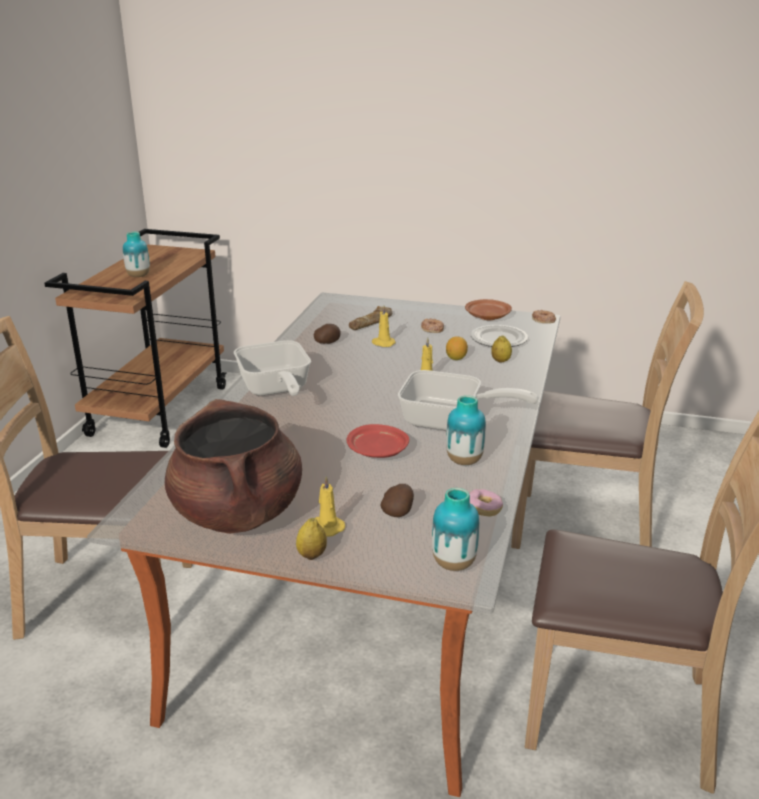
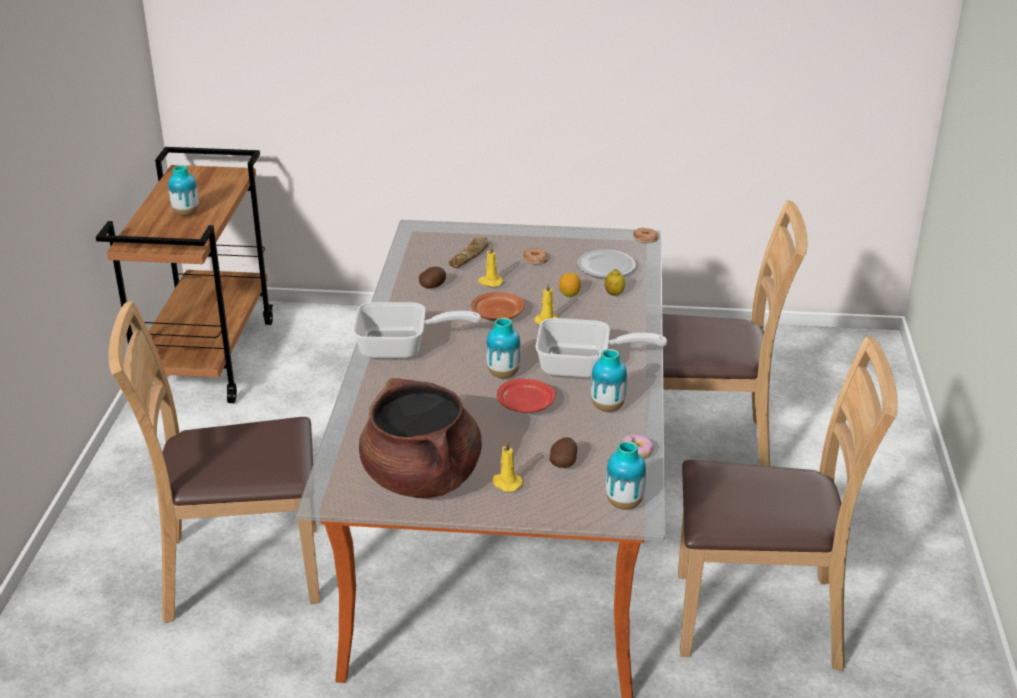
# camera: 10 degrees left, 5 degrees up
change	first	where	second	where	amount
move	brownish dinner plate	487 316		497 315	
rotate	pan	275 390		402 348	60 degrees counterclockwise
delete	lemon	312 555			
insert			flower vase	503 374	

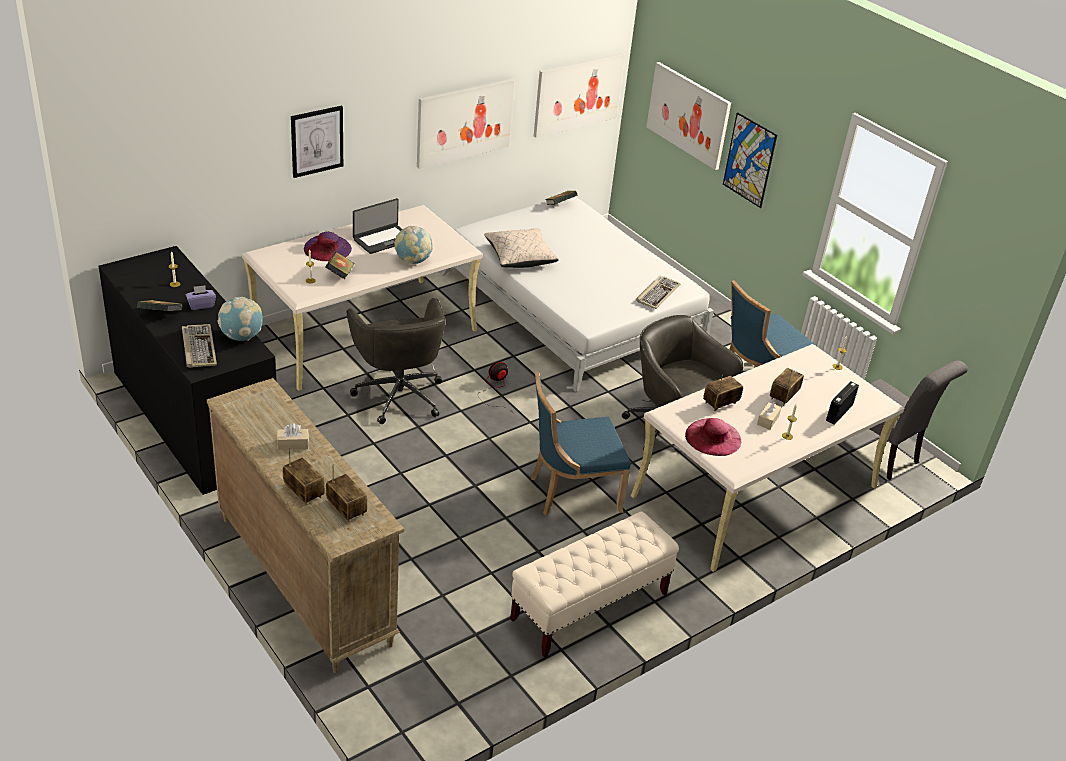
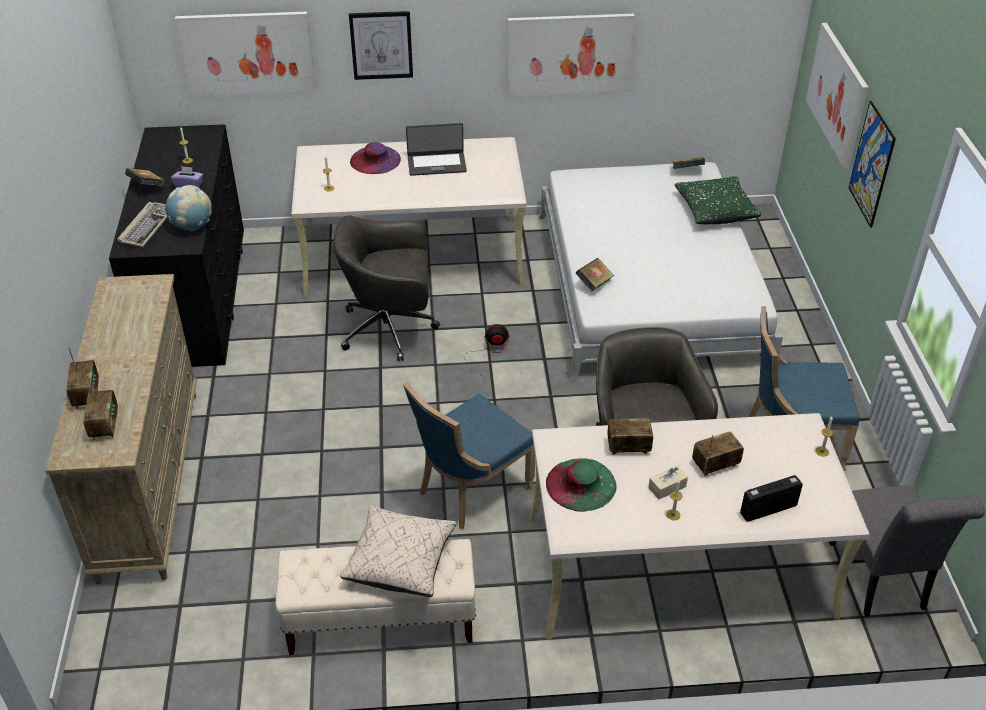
# camera: 35 degrees right, 5 degrees up
change	first	where	second	where	amount
move	wall art	578 94		247 53	
delete	desk globe	413 261			
move	beige pillow	520 257		400 561	
move	bound book	340 274		594 284	
delete	keyboard	657 294			
rotate	grey computer chair	399 394		390 329	75 degrees clockwise
rotate	blue upright chair	571 492		470 490	60 degrees counterclockwise
recolor	pink hat	713 437	greenish hat	581 484	
delete	beige tissue holder	293 444			
insert			greenish pillow	715 211	

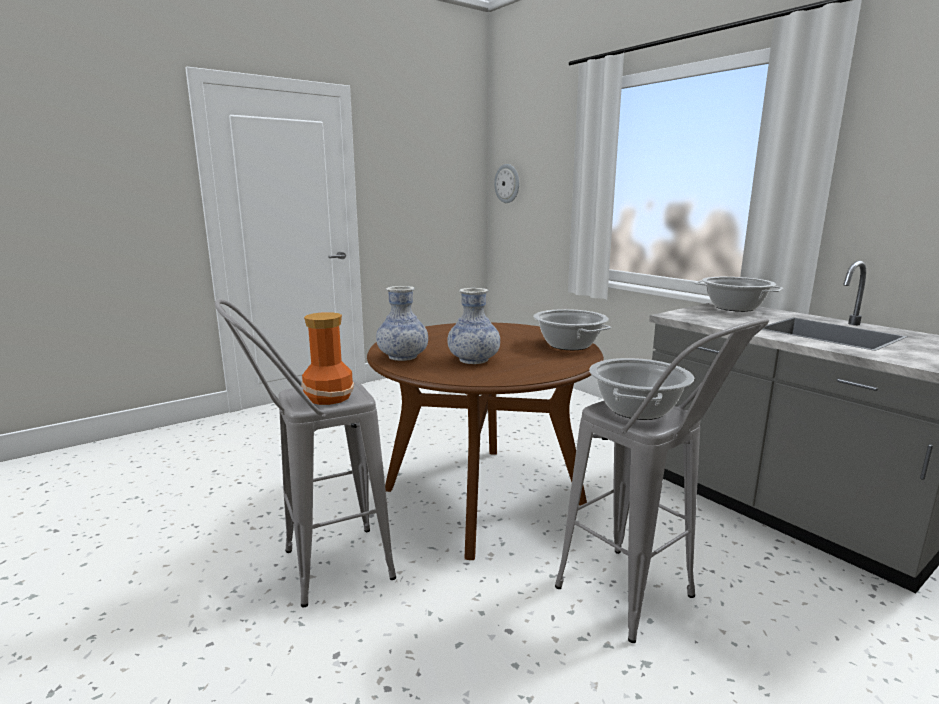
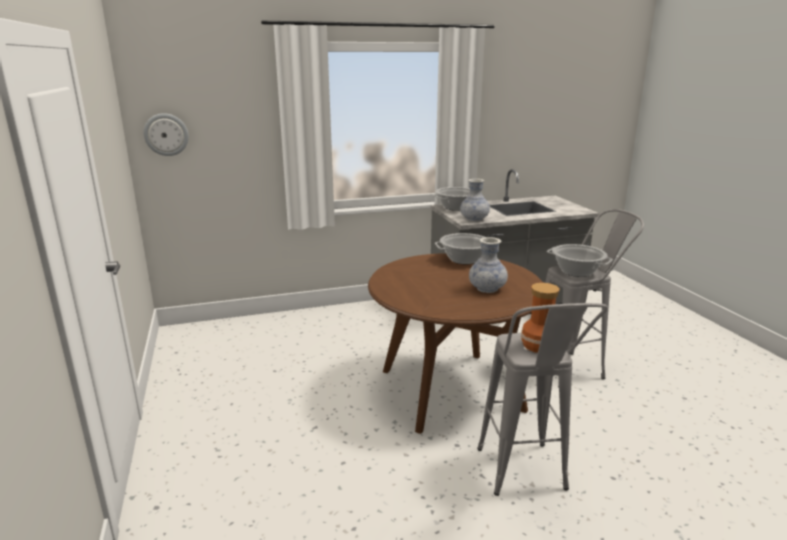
# camera: 70 degrees left, 5 degrees up
change	first	where	second	where	amount
move	flower vase	403 357		474 219	

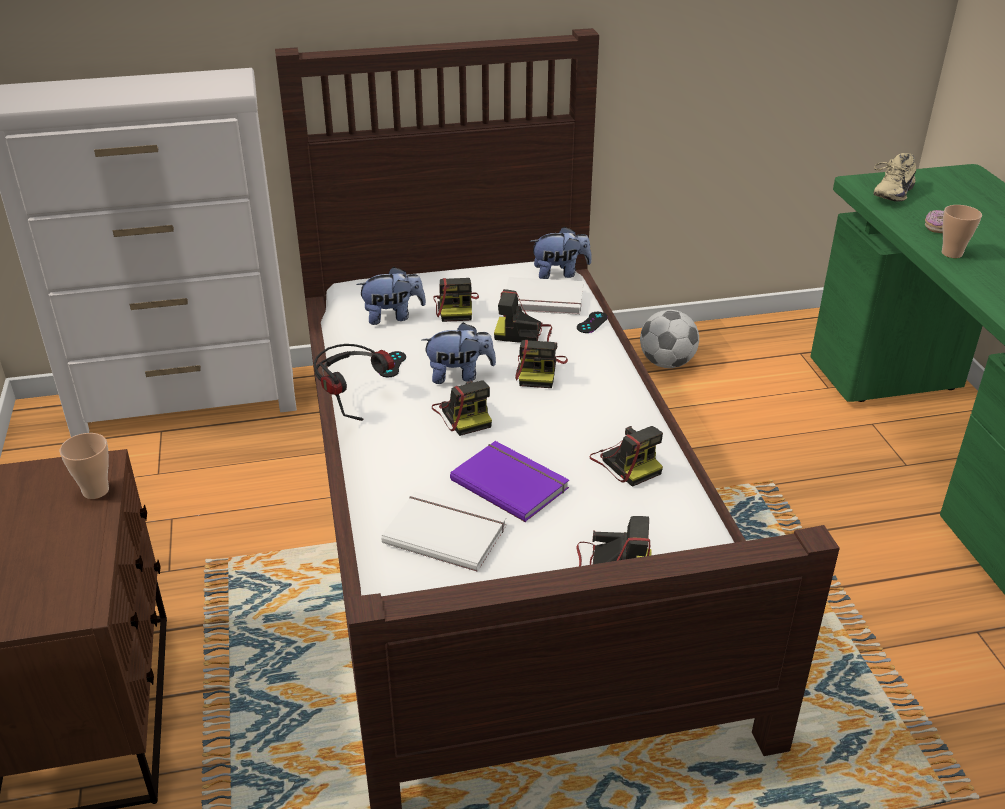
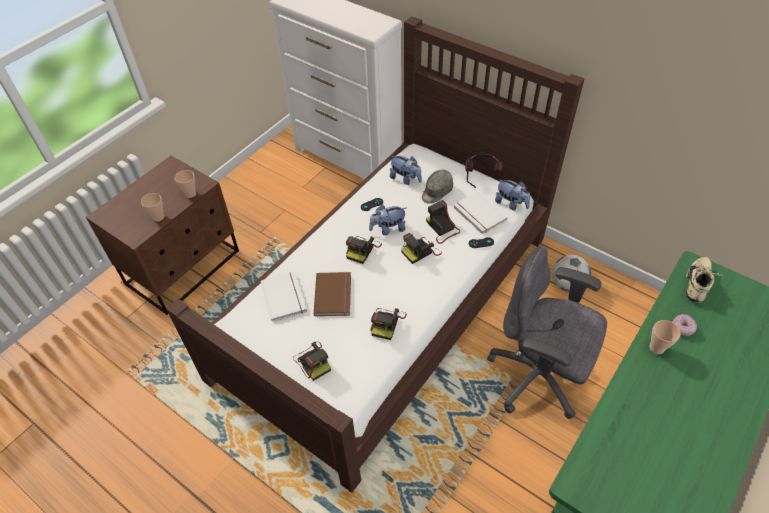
# camera: 50 degrees right, 15 degrees up
change	first	where	second	where	amount
rotate	beige low shoe	890 193		699 284	120 degrees clockwise
replace	photo camera	456 307	grey peaked cap	436 192	
rotate	cuddly toy	459 375		388 229	120 degrees clockwise
move	headset	352 401		481 176	
recolor	purple-coloured bound book	511 482	brownish bound book	334 295	
insert			drinking cup	158 217	
insert			grey computer chair	538 377	

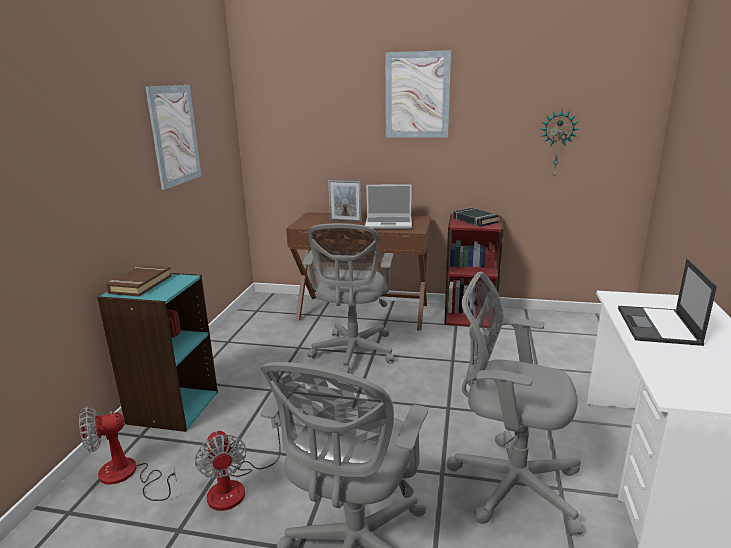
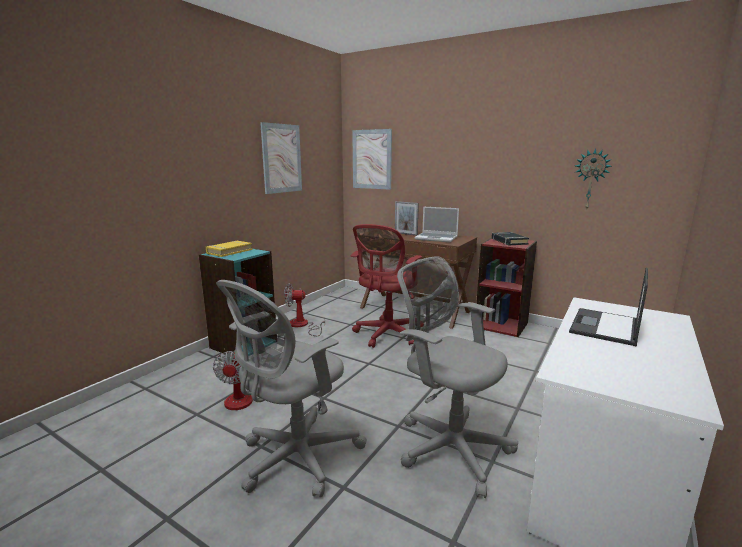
# camera: 20 degrees right, 5 degrees down
change	first	where	second	where	amount
move	wall art	417 95		372 159	
recolor	grey computer chair	352 354	reddish computer chair	387 335	
recolor	brownish bound book	140 284	yellowish bound book	229 251	
move	cooling fan	127 476		302 325	

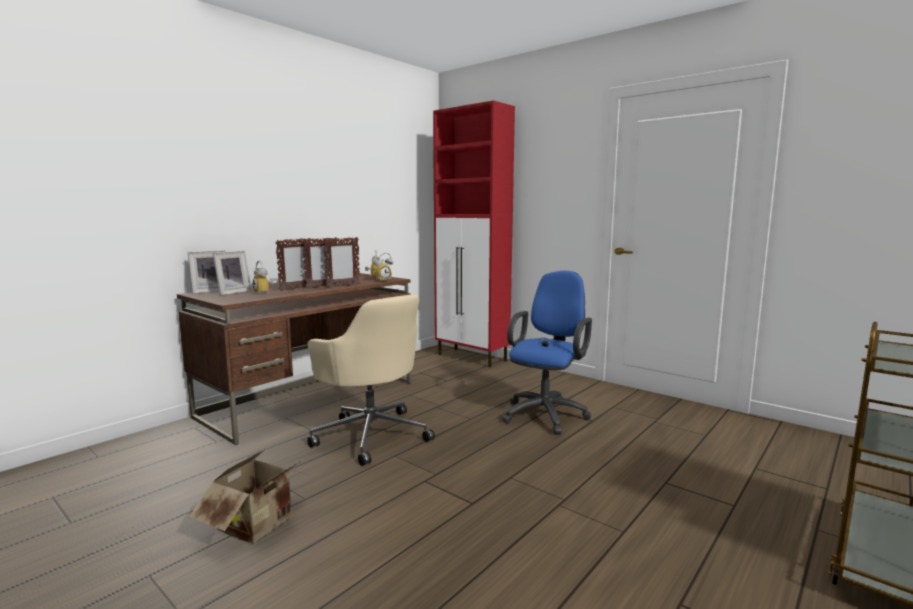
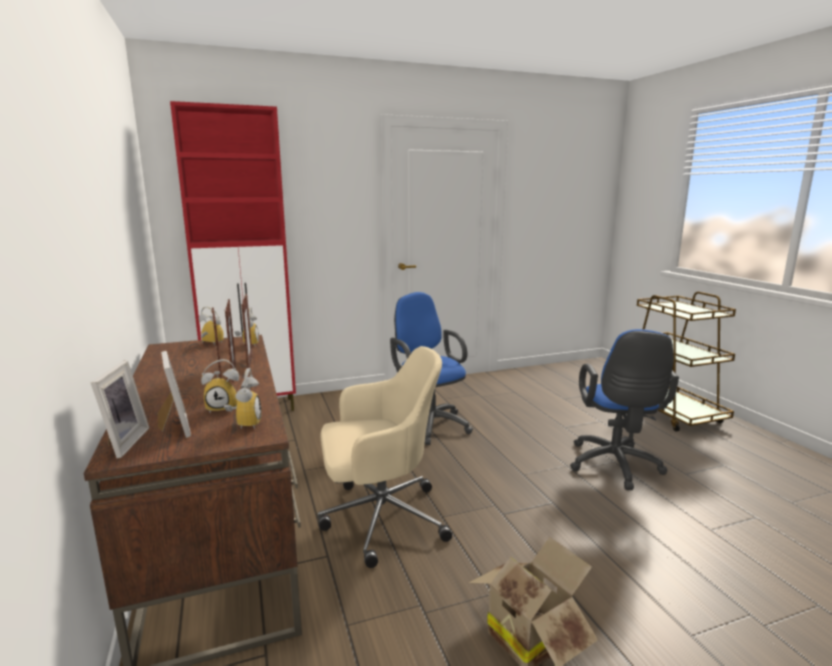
# camera: 60 degrees left, 5 degrees up
change	first	where	second	where	amount
insert			blue computer chair	615 467	
insert			bedside clock	245 424	

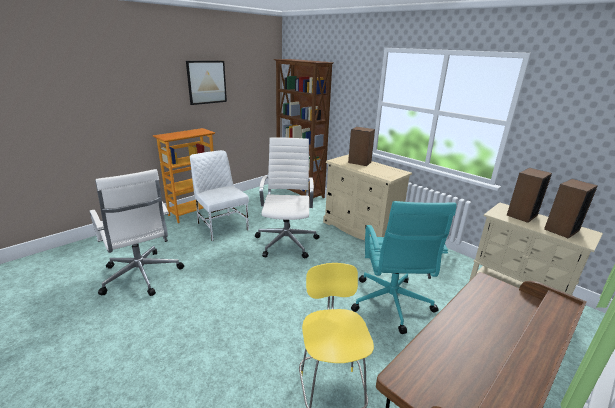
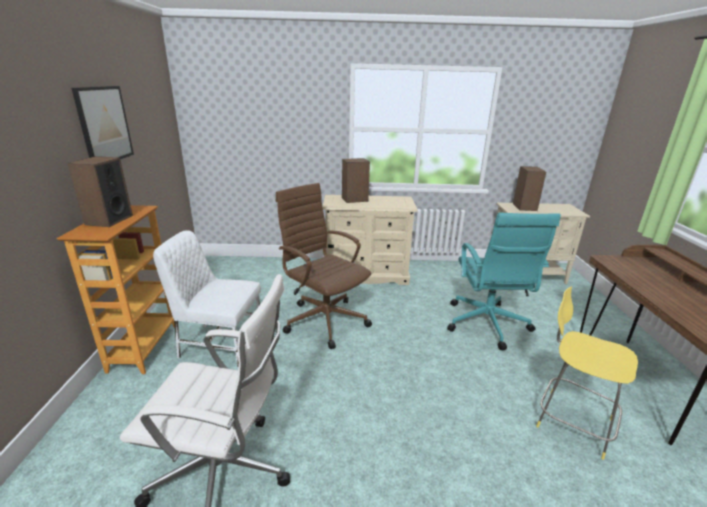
# camera: 45 degrees left, 0 degrees up
change	first	where	second	where	amount
delete	brownish bookshelf	300 193			
recolor	white-coloured computer chair	287 241	brownish computer chair	324 320	
move	speaker	561 230		109 220	
rotate	turquoise computer chair	391 304		487 325	45 degrees clockwise

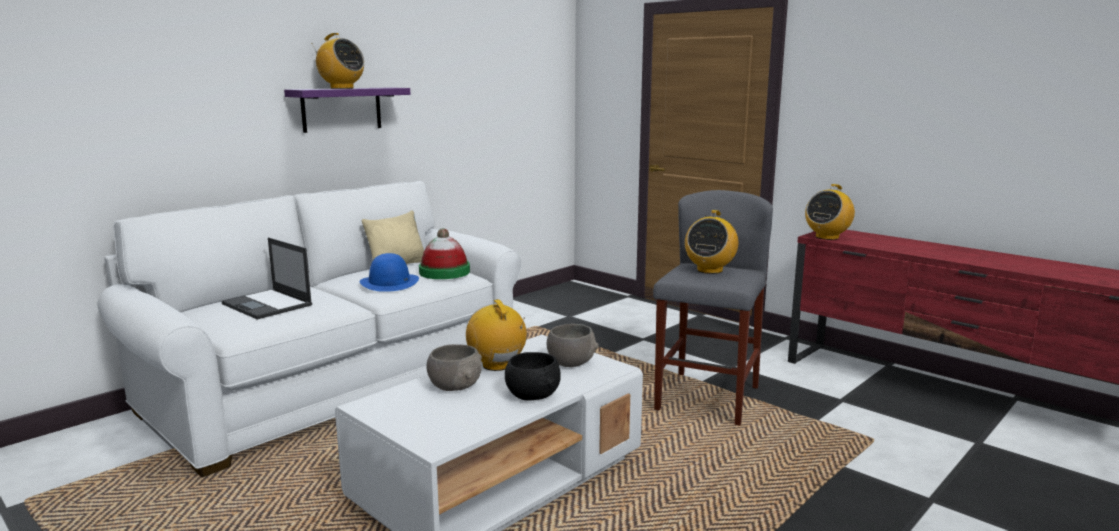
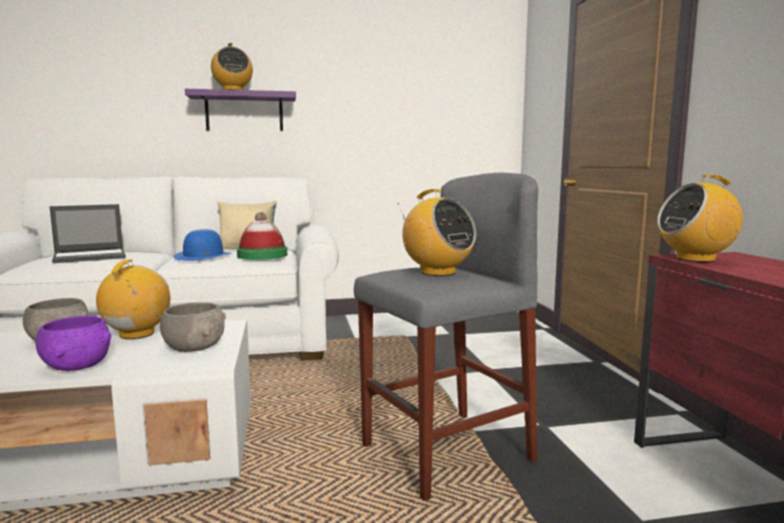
# camera: 35 degrees right, 5 degrees down
change	first	where	second	where	amount
rotate	radio receiver	709 270		437 272	105 degrees counterclockwise
rotate	notebook computer	268 304		91 256	105 degrees counterclockwise
recolor	blackish serving bowl	533 395	purple-coloured serving bowl	78 366	

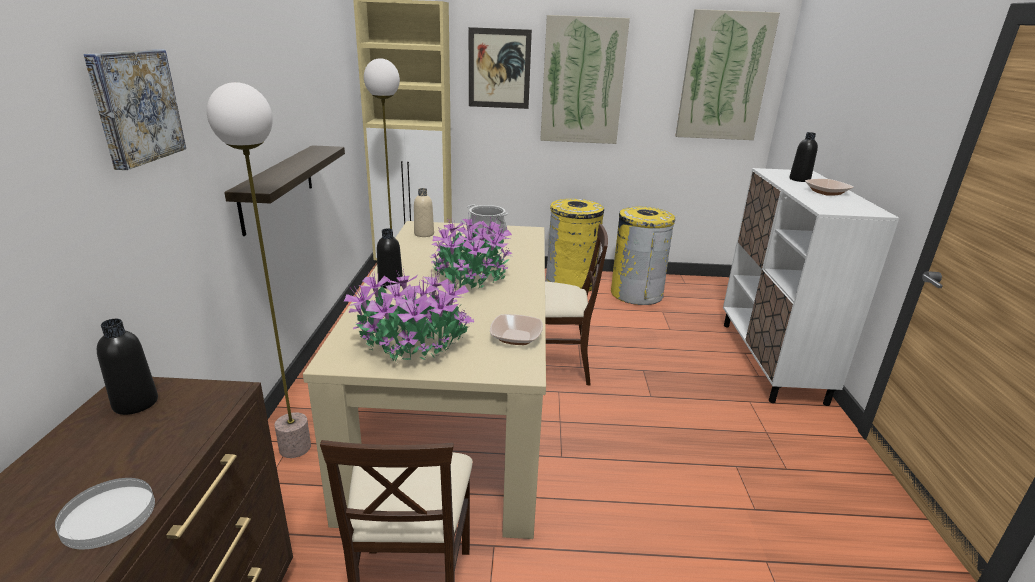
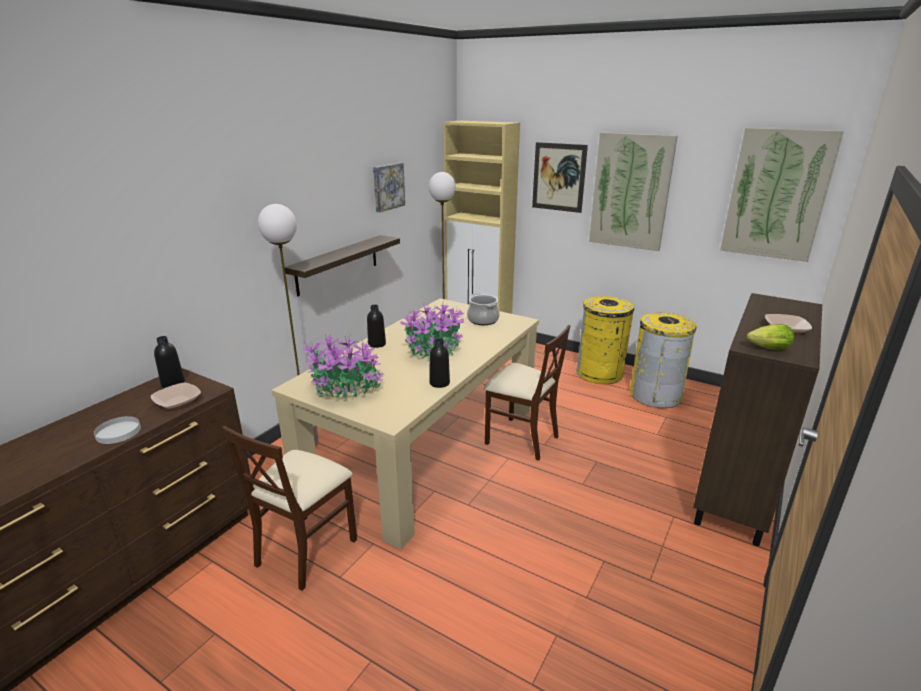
# camera: 30 degrees right, 0 degrees up
change	first	where	second	where	amount
move	wall art	134 106		387 186	
move	blackish bottle	799 179		439 383	
recolor	white-coloured storage cabinet	771 361	brownish storage cabinet	736 489	
delete	beige bottle	424 234			
move	serving bowl	516 337		177 402	
insert			lettuce head	766 348	

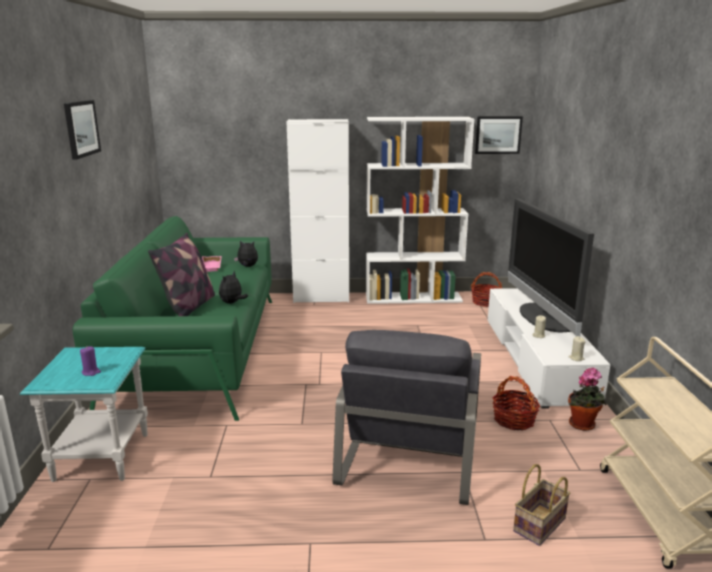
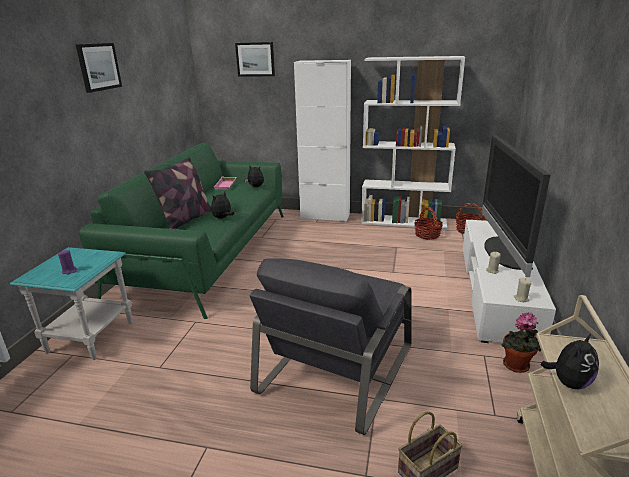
# camera: 15 degrees right, 5 degrees up
change	first	where	second	where	amount
move	wall art	498 135		255 59	
move	storage basket	513 420		427 235	
insert			cuddly toy	568 382	

